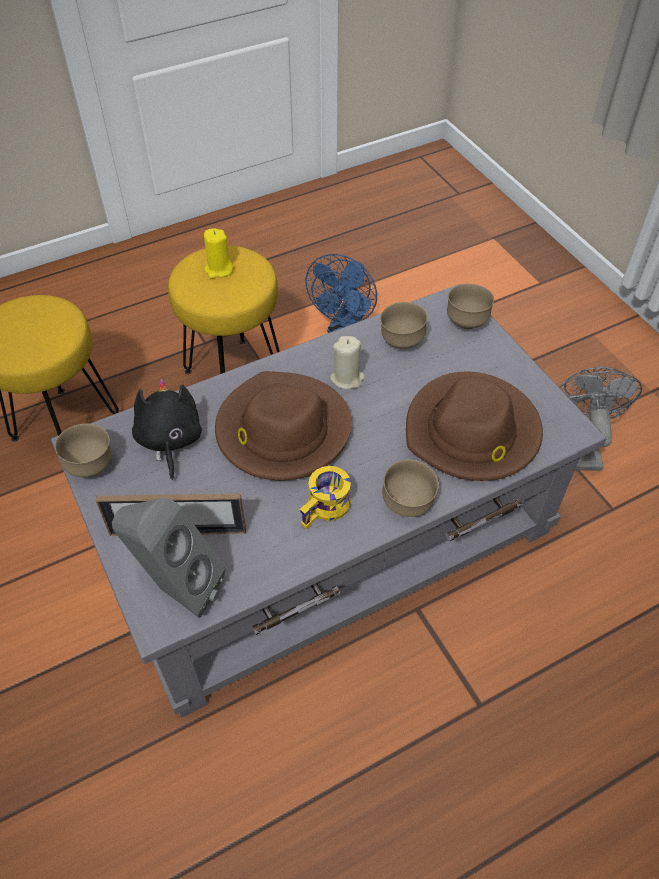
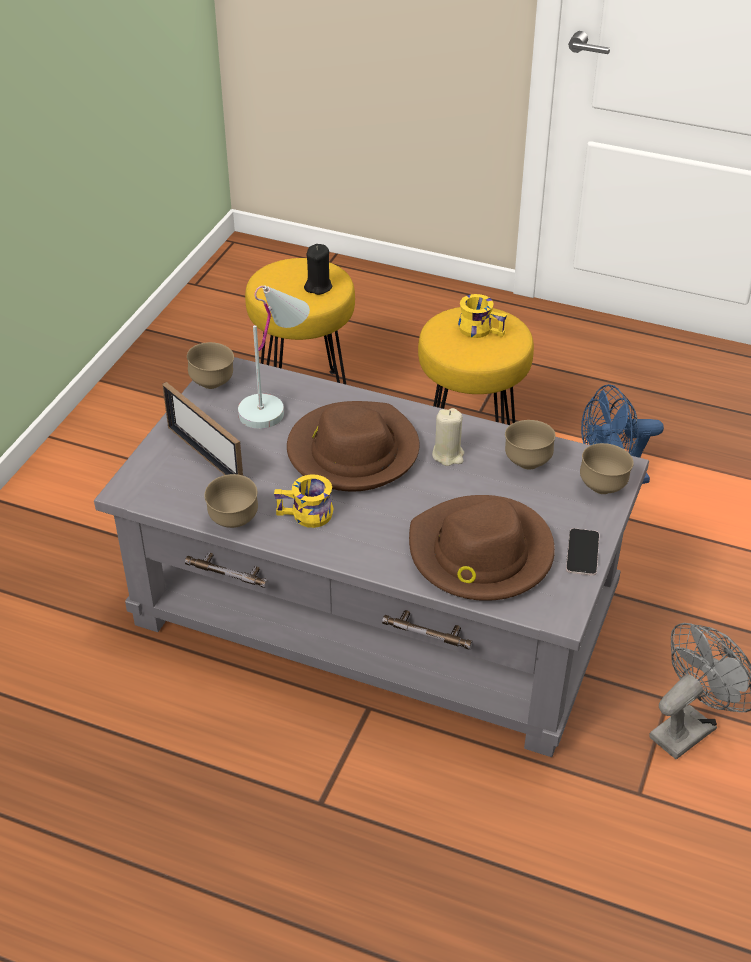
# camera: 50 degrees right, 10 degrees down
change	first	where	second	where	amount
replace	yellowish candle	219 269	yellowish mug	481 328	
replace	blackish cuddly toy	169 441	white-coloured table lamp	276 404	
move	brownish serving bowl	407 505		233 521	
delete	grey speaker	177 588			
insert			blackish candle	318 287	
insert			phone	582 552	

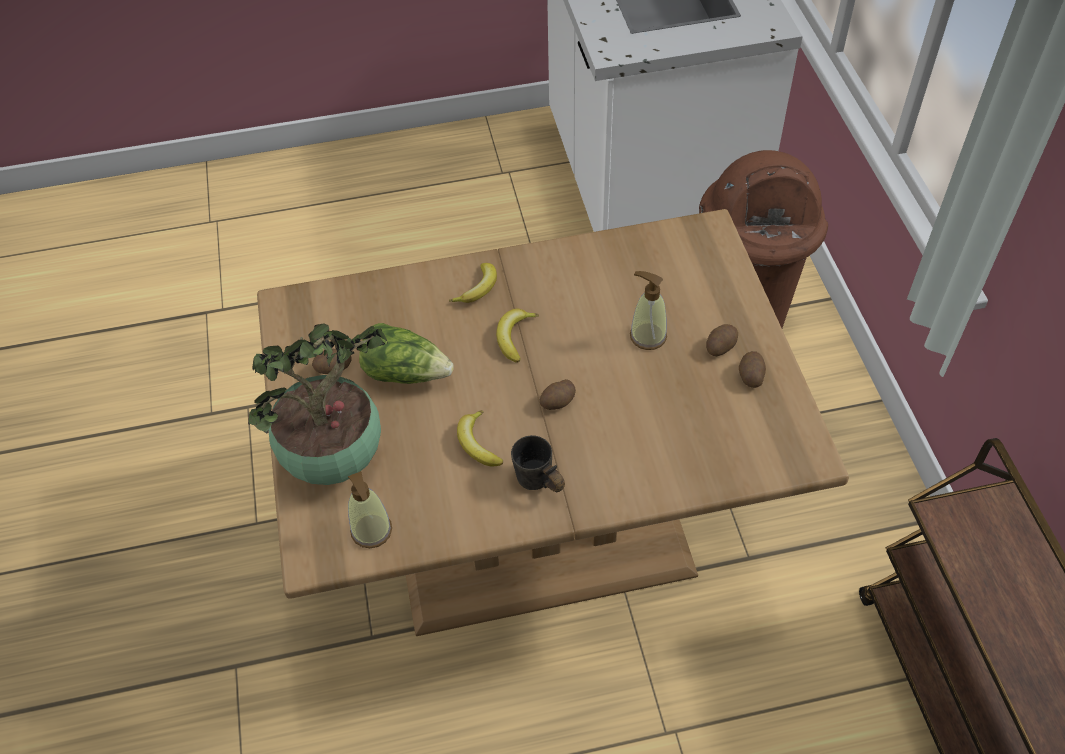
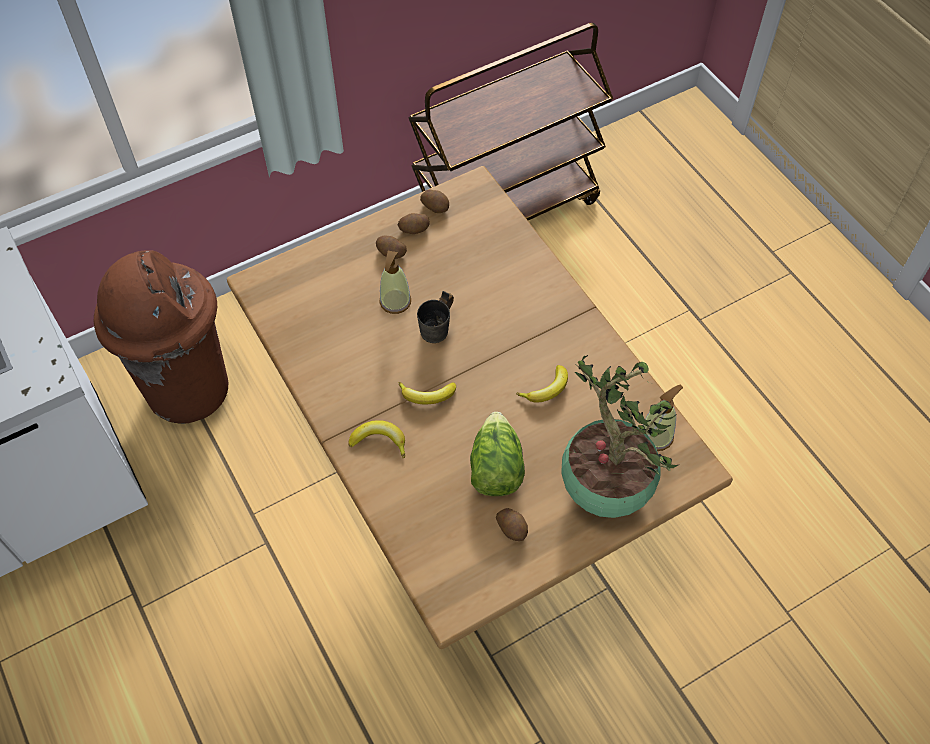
# camera: 110 degrees left, 5 degrees up
change	first	where	second	where	amount
move	spud	558 402		435 206	
move	grey mug	536 485		440 329	

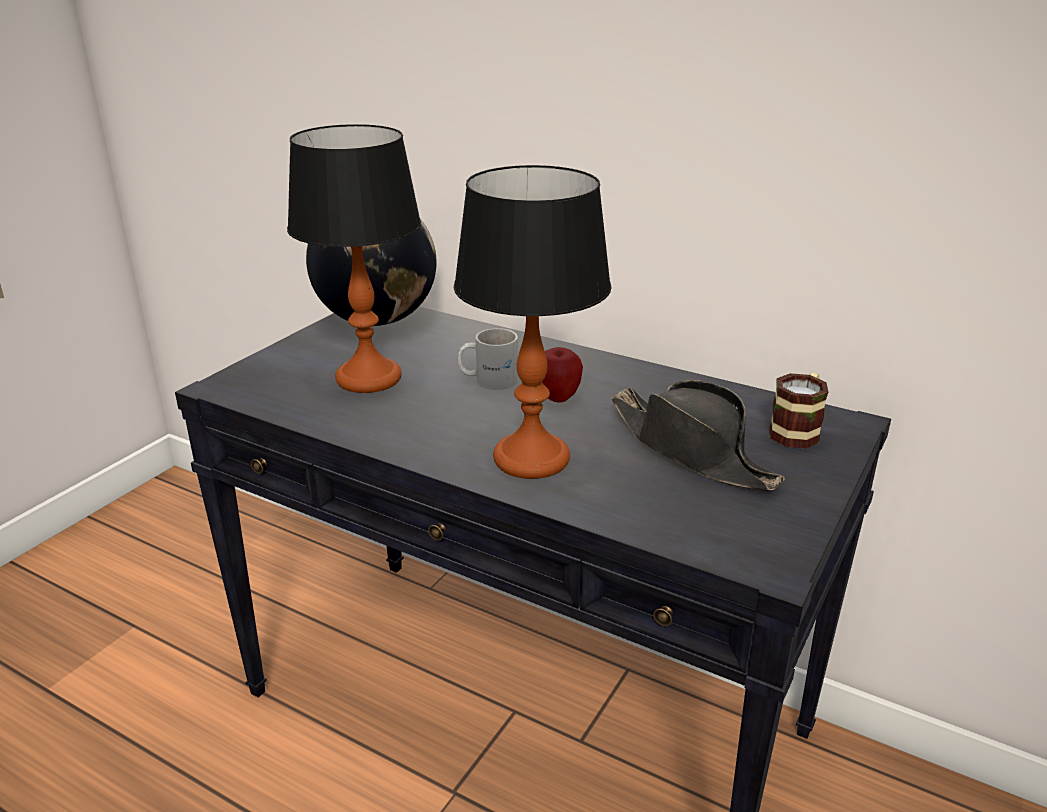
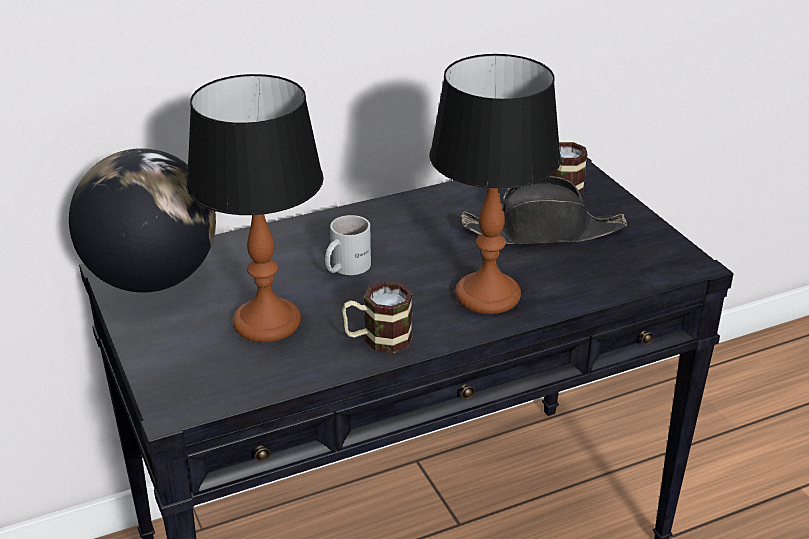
# camera: 55 degrees left, 5 degrees up
change	first	where	second	where	amount
delete	apple fruit	557 398			
insert			mug	378 339	

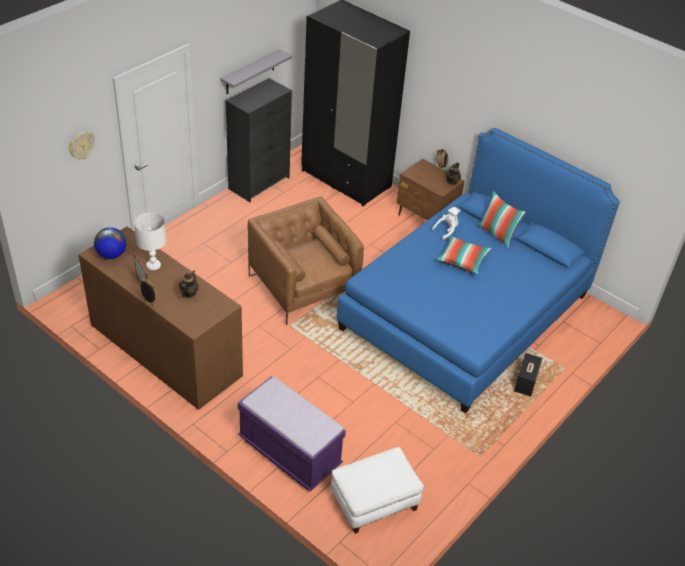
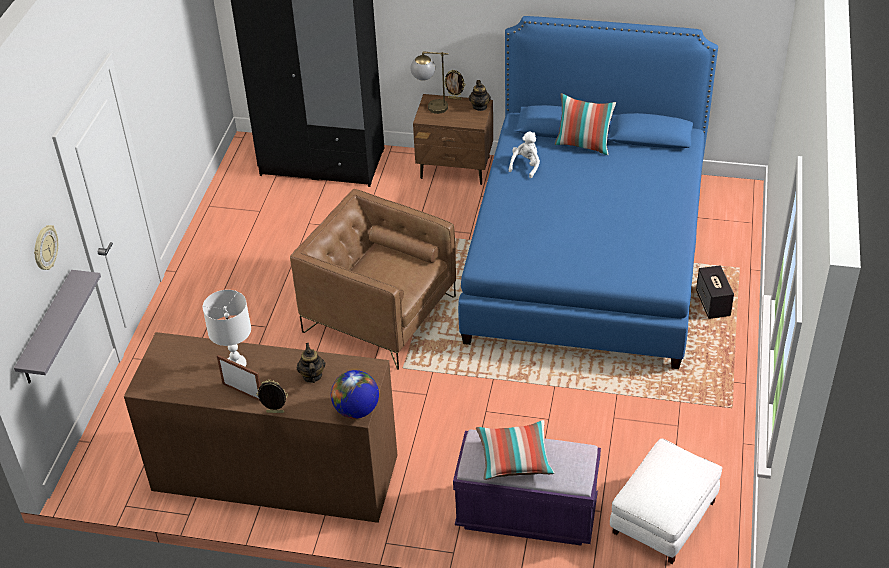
# camera: 25 degrees left, 0 degrees up
change	first	where	second	where	amount
move	grey bracket shelf	250 72		47 329	
delete	blackish drawer chest	259 183			
move	desk globe	112 255		356 410	
move	pillow	462 260		514 458	
insert			table lamp	430 107	

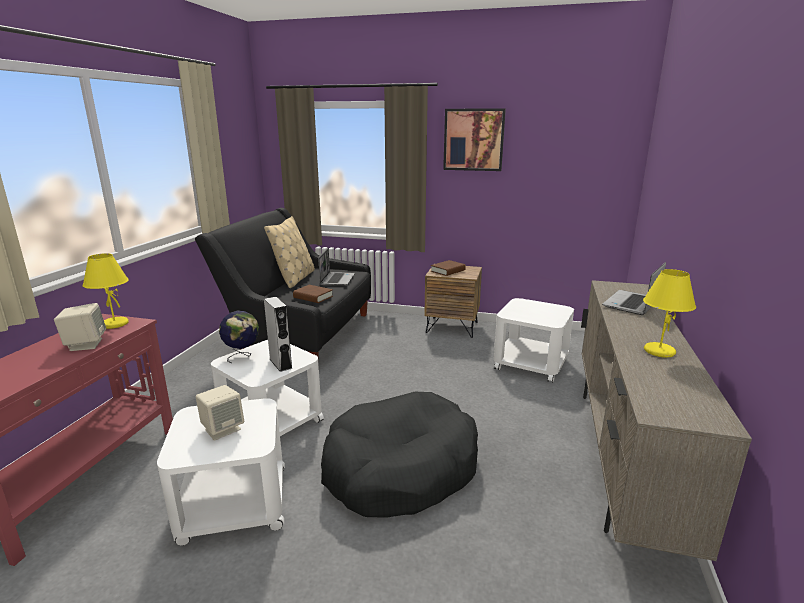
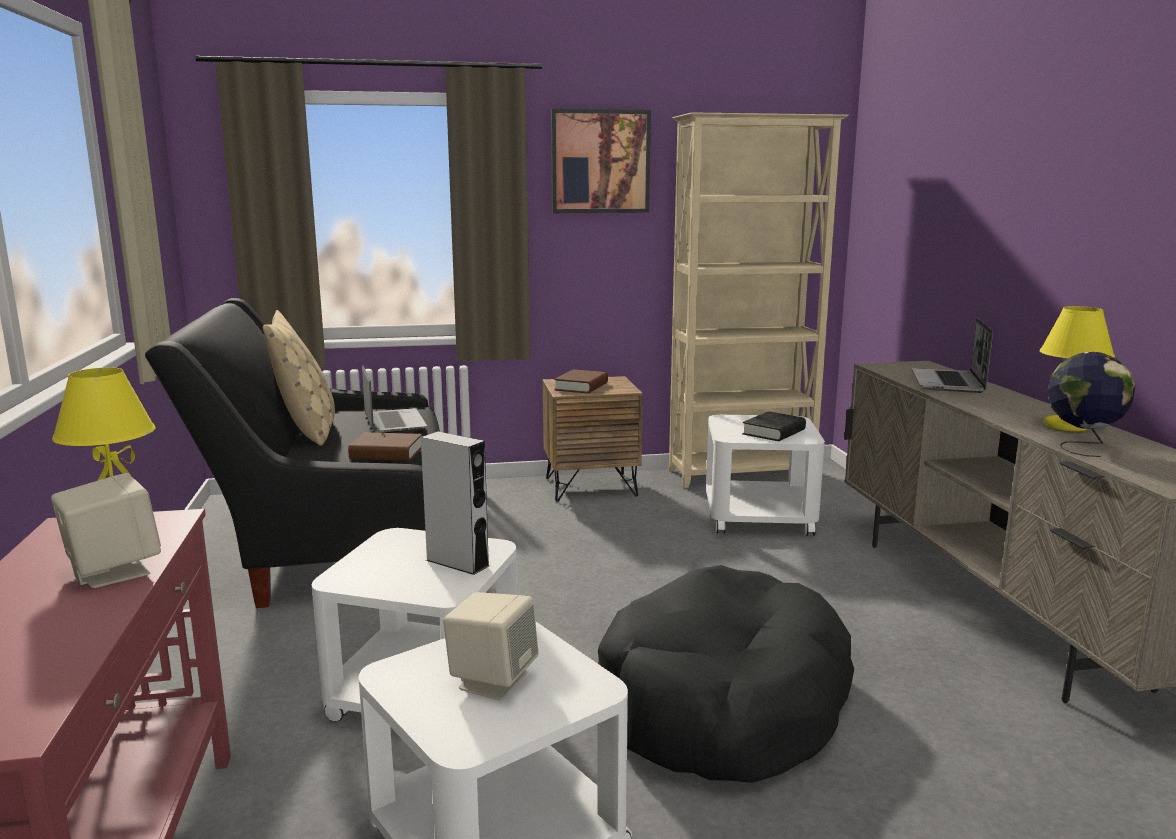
# camera: 25 degrees left, 5 degrees down
change	first	where	second	where	amount
move	desk globe	242 356		1081 447	
insert			beige bookshelf	742 475	
insert			blackish bound book	774 432	

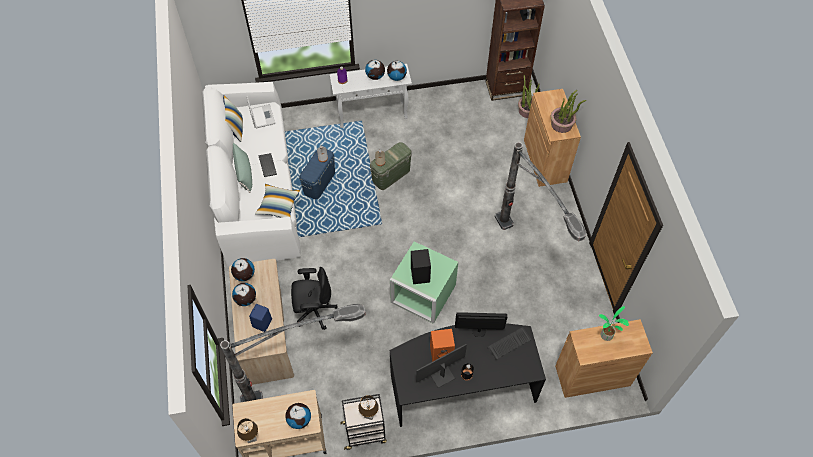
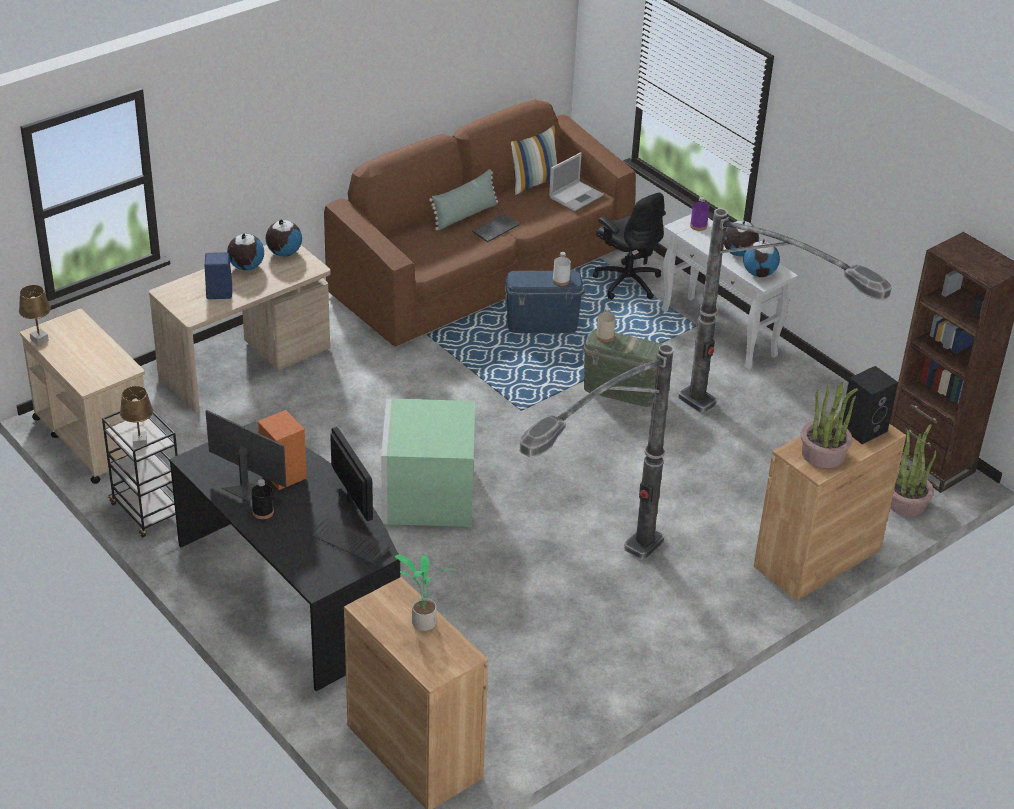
# camera: 60 degrees right, 20 degrees down
change	first	where	second	where	amount
recolor	white-coloured sofa	256 187	brownish sofa	482 270	
delete	pillow	278 205			
move	blackish speaker	419 274		863 428	
move	blackish computer chair	314 311		627 282	
move	floor lamp	306 388		762 443	
delete	desk globe	299 419			

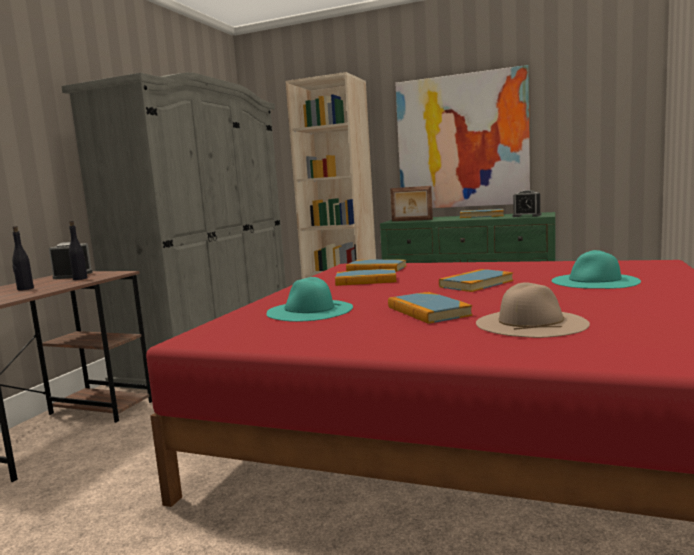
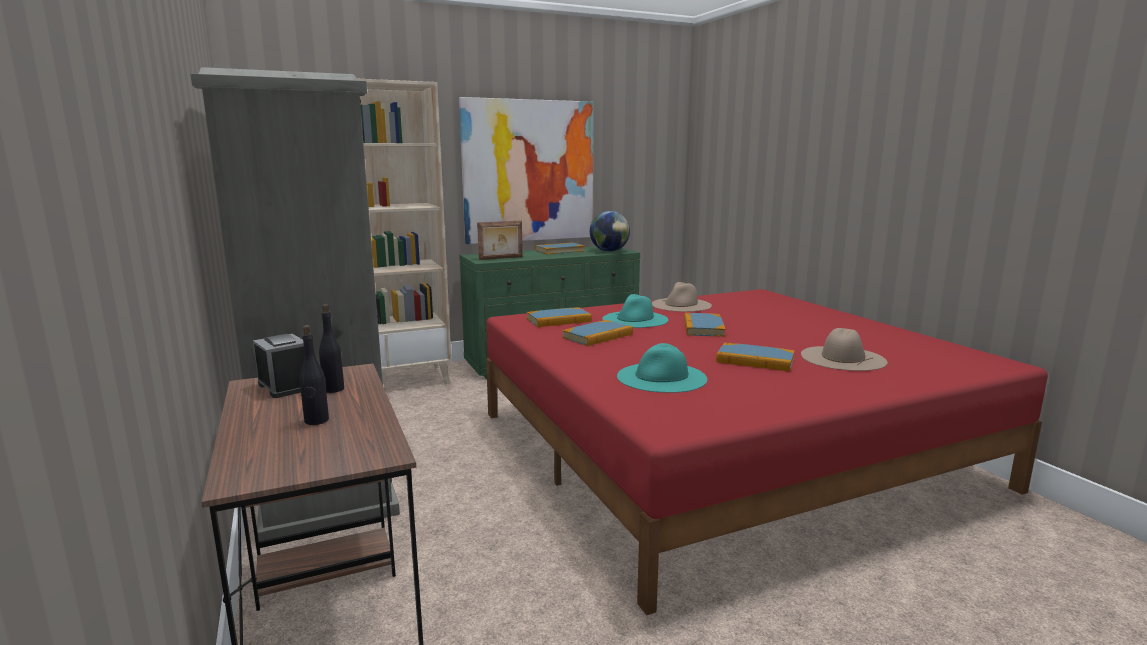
# camera: 45 degrees left, 5 degrees up
change	first	where	second	where	amount
replace	bedside clock	526 216	desk globe	609 251	
move	turquoise hat	594 281		635 319	
insert			beige hat	681 305	

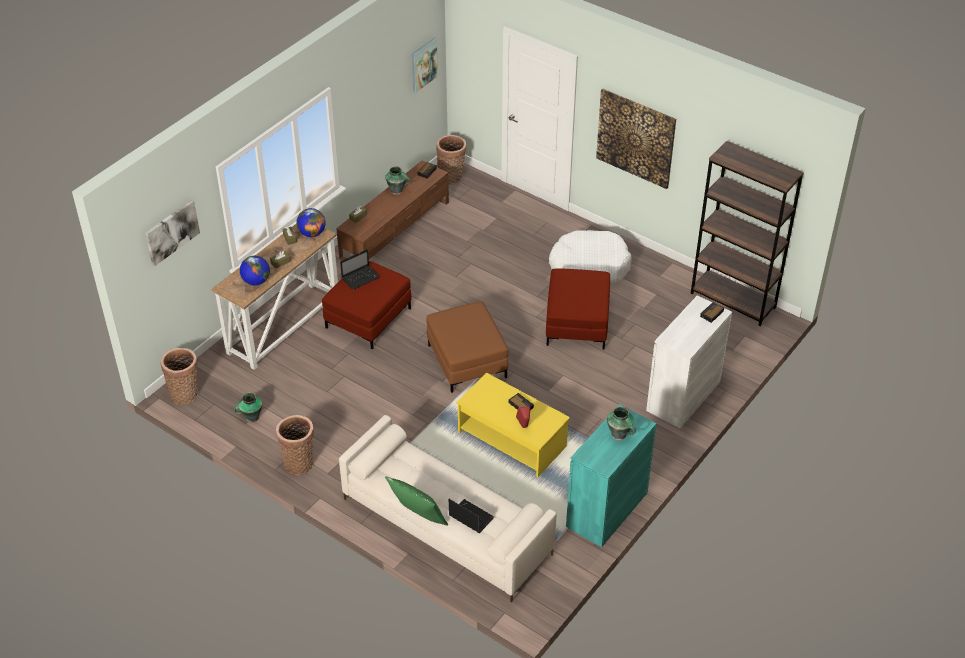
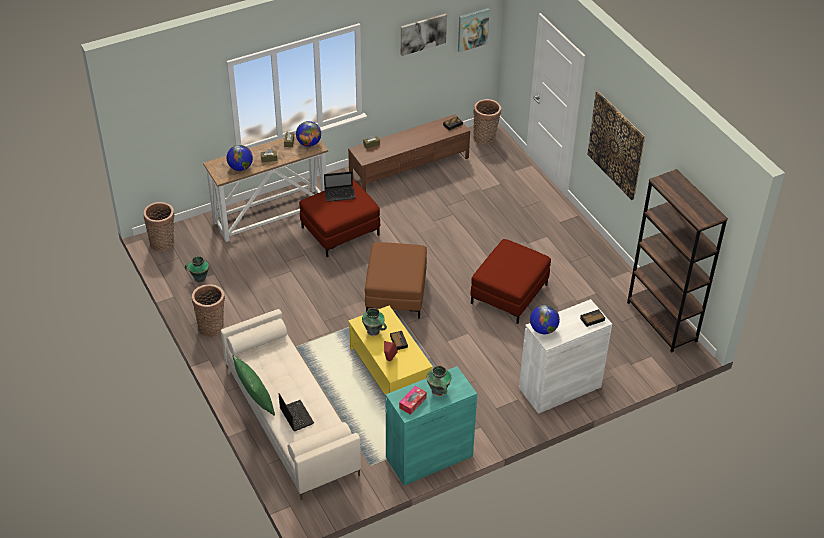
# camera: 25 degrees right, 0 degrees up
change	first	where	second	where	amount
move	flower vase	397 191		374 332	
move	wall art	171 232		423 34	
delete	white-coloured pet bed	589 267			
insert			desk globe	543 329	
insert			tissue holder	412 403	

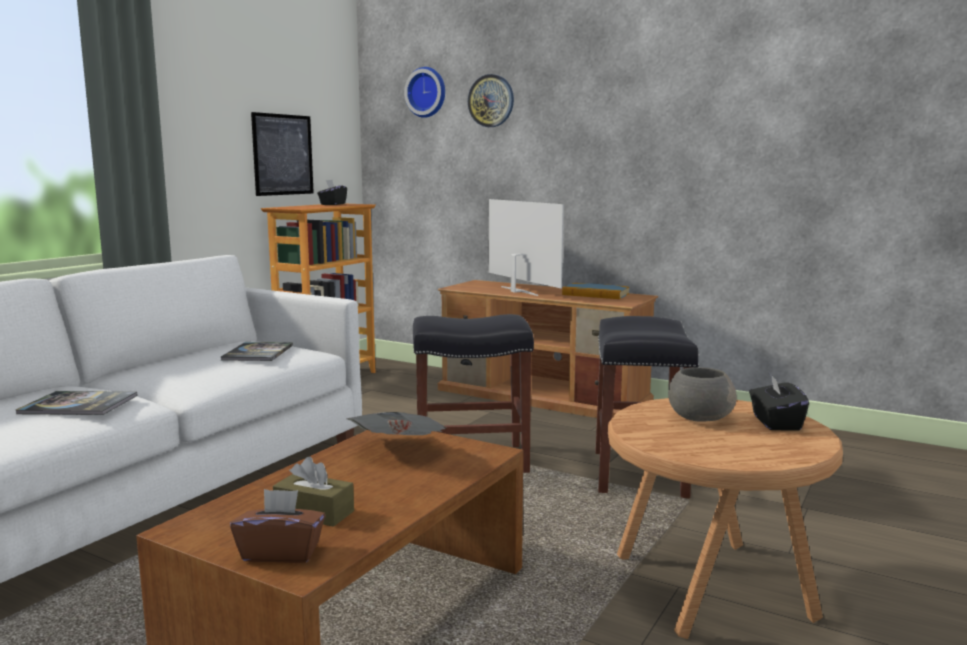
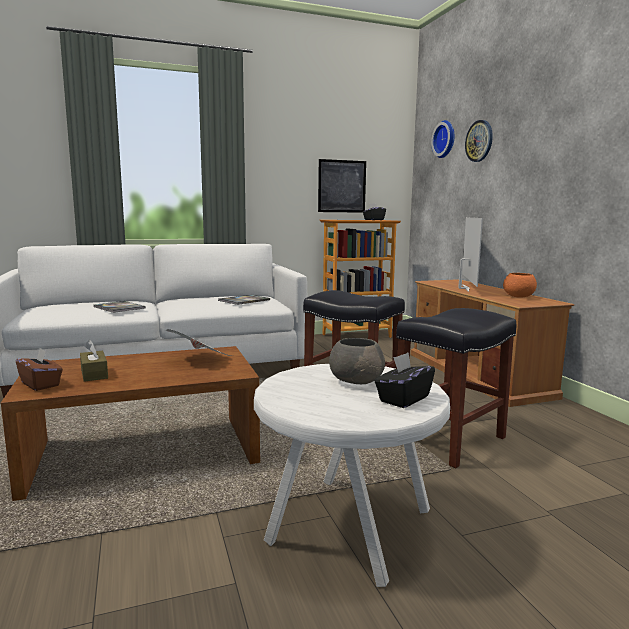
# camera: 40 degrees right, 0 degrees up
change	first	where	second	where	amount
replace	bound book	595 294	orange serving bowl	519 296	
recolor	brownish end table	711 590	white-coloured end table	347 528	

